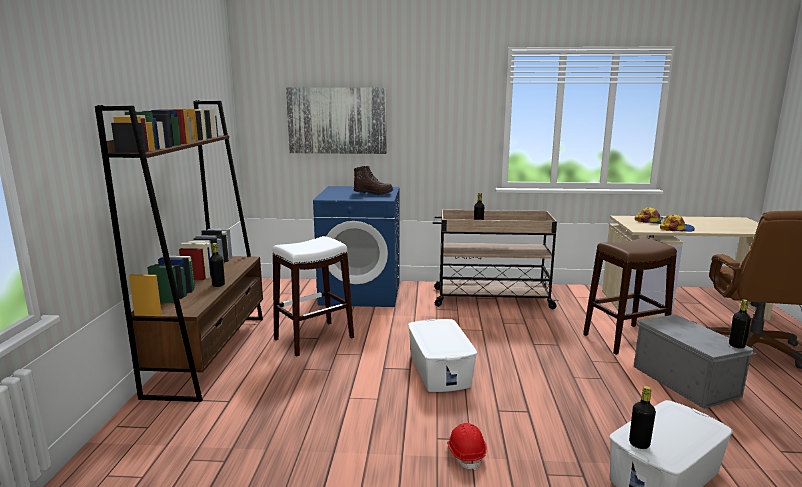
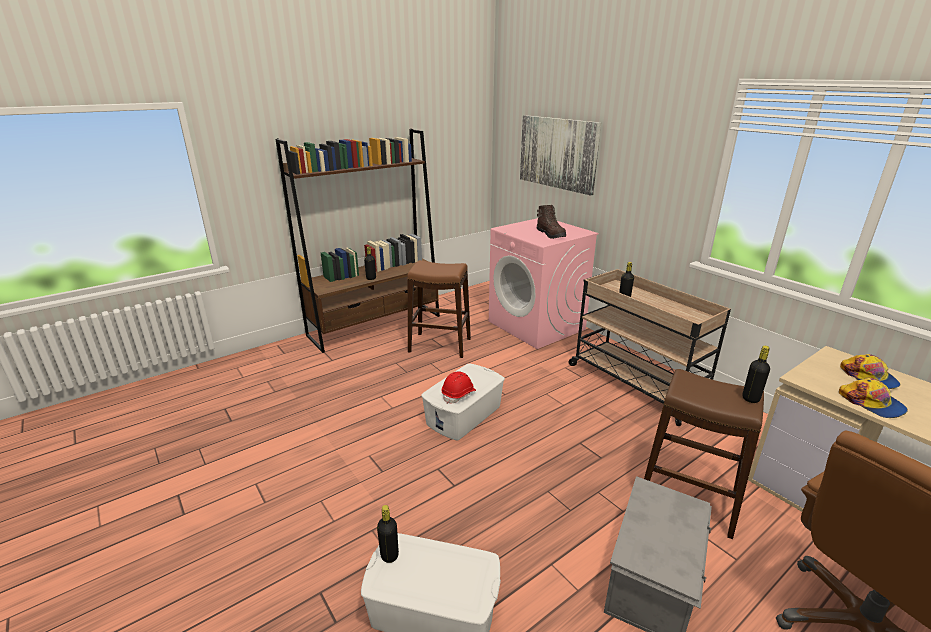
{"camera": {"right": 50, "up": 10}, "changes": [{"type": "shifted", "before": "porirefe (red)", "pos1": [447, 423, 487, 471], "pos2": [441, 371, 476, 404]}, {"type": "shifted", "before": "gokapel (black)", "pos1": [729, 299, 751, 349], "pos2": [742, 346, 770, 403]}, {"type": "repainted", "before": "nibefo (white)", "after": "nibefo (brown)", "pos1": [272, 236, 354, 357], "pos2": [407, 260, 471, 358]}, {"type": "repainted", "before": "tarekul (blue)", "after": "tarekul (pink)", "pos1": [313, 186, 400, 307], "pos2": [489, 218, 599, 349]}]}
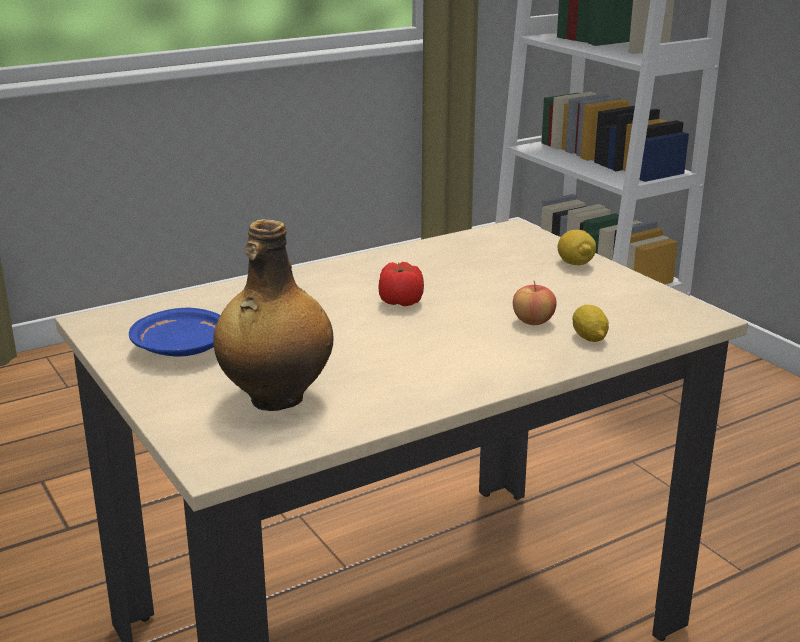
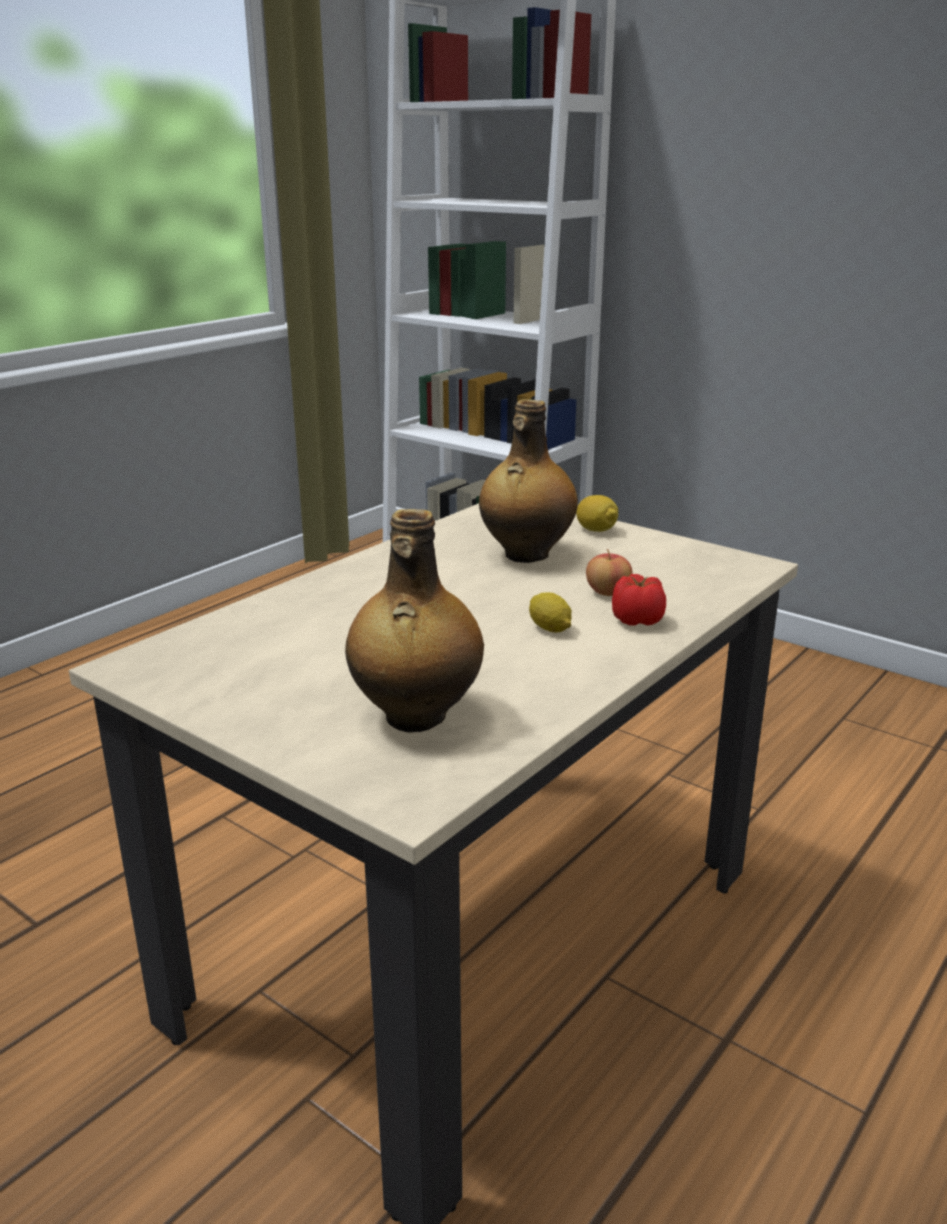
{"camera": {"right": -20, "up": 0}, "changes": [{"type": "gone", "before": "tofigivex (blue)", "pos1": [129, 308, 220, 356]}, {"type": "new", "after": "gokapel", "pos2": [479, 399, 578, 563]}, {"type": "shifted", "before": "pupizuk", "pos1": [378, 262, 424, 306], "pos2": [612, 574, 666, 626]}, {"type": "shifted", "before": "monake", "pos1": [573, 304, 609, 342], "pos2": [529, 592, 571, 632]}]}
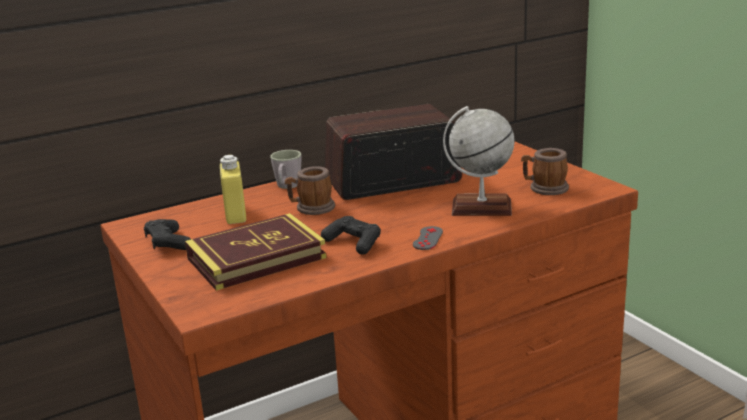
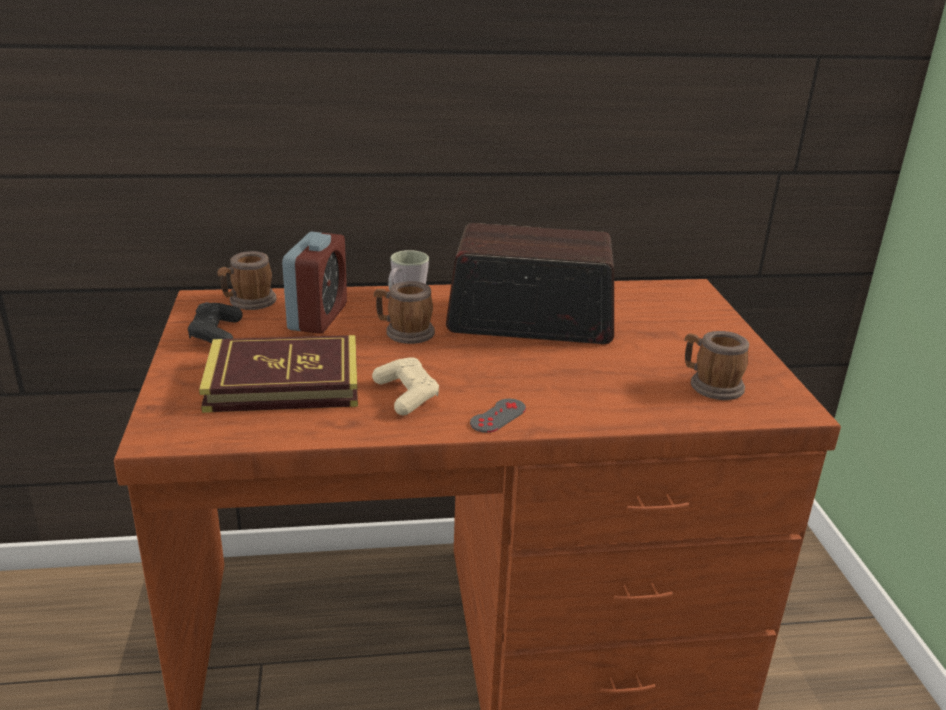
{"camera": {"right": 20, "up": 5}, "changes": [{"type": "gone", "before": "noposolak", "pos1": [443, 106, 515, 216]}, {"type": "new", "after": "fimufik", "pos2": [217, 251, 277, 310]}, {"type": "swapped", "before": "gokapel (yellow)", "after": "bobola", "pos1": [220, 155, 246, 224], "pos2": [282, 232, 347, 334]}, {"type": "repainted", "before": "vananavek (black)", "after": "vananavek (beige)", "pos1": [321, 216, 381, 255], "pos2": [372, 357, 439, 415]}]}
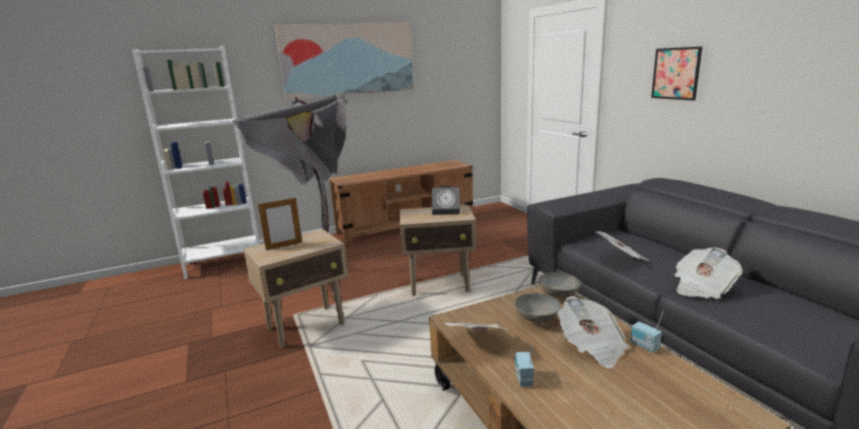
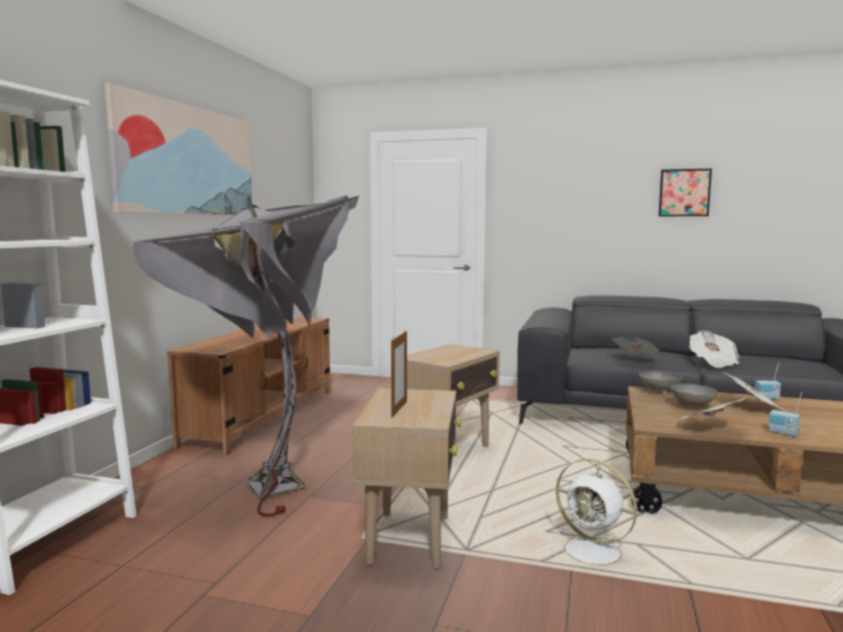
{"camera": {"right": -50, "up": -10}, "changes": [{"type": "gone", "before": "bobola", "pos1": [432, 186, 460, 215]}, {"type": "new", "after": "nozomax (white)", "pos2": [550, 459, 639, 570]}, {"type": "shifted", "before": "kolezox", "pos1": [651, 47, 702, 101], "pos2": [659, 169, 712, 216]}]}
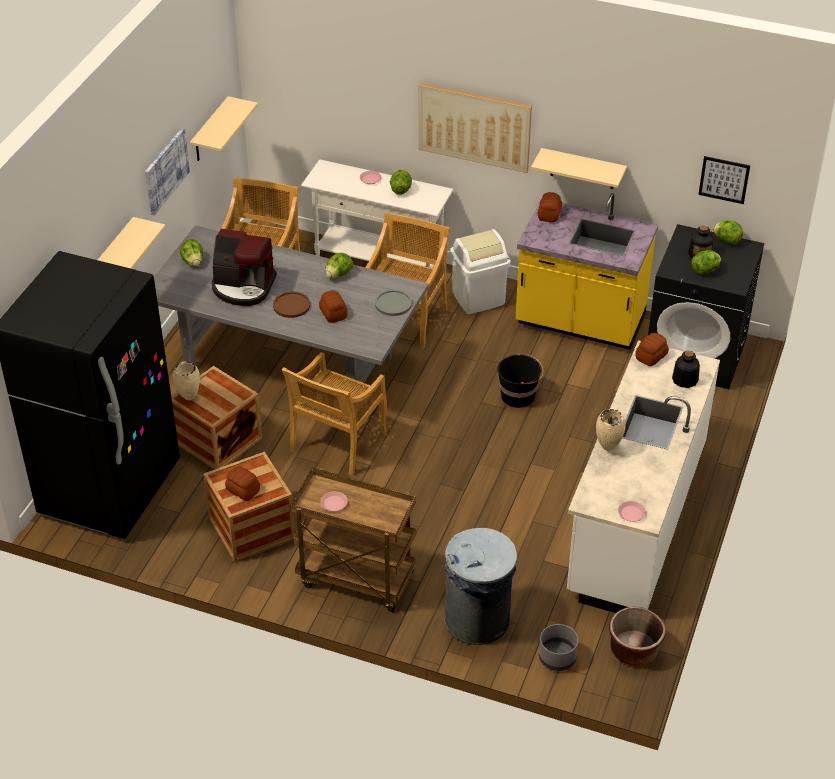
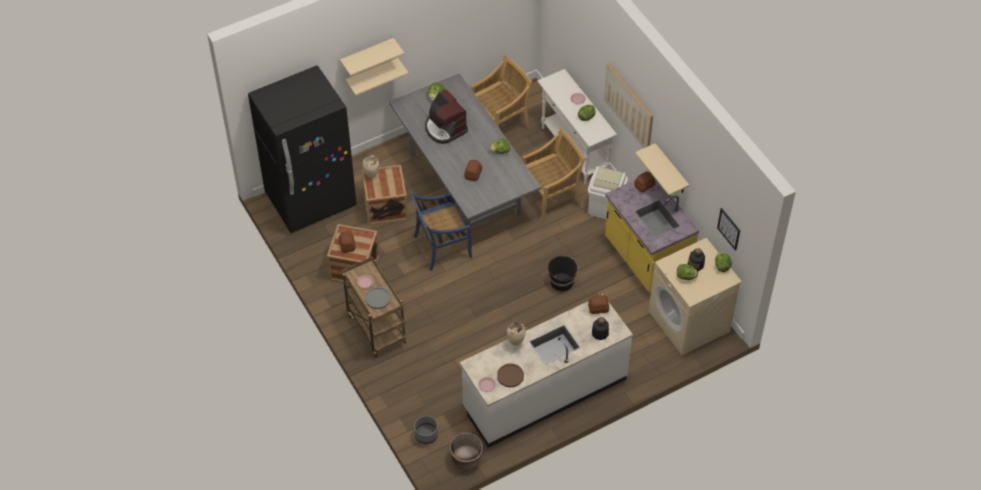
{"camera": {"right": 40, "up": 10}, "changes": [{"type": "gone", "before": "kolezox", "pos1": [145, 128, 190, 215]}, {"type": "gone", "before": "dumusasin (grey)", "pos1": [444, 528, 518, 645]}, {"type": "shifted", "before": "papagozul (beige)", "pos1": [190, 96, 258, 161], "pos2": [340, 38, 404, 76]}, {"type": "shifted", "before": "tofigivex (brown)", "pos1": [273, 291, 310, 318], "pos2": [497, 363, 524, 387]}, {"type": "shifted", "before": "tofigivex (grey)", "pos1": [375, 290, 412, 316], "pos2": [365, 287, 391, 309]}, {"type": "repainted", "before": "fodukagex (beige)", "after": "fodukagex (blue)", "pos1": [282, 352, 387, 475], "pos2": [410, 191, 472, 271]}, {"type": "repainted", "before": "tarekul (black)", "after": "tarekul (beige)", "pos1": [648, 224, 764, 389], "pos2": [649, 238, 742, 355]}]}
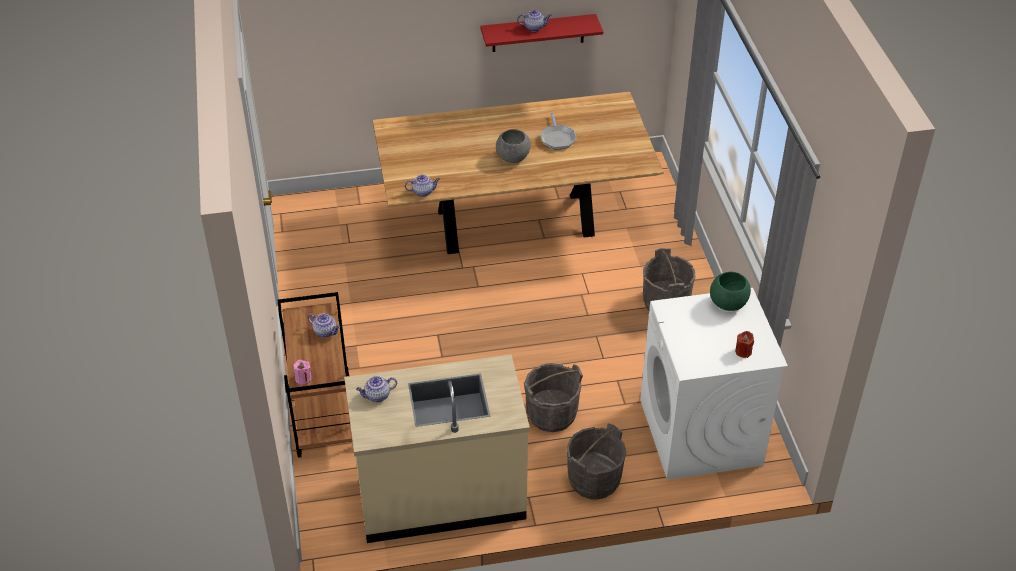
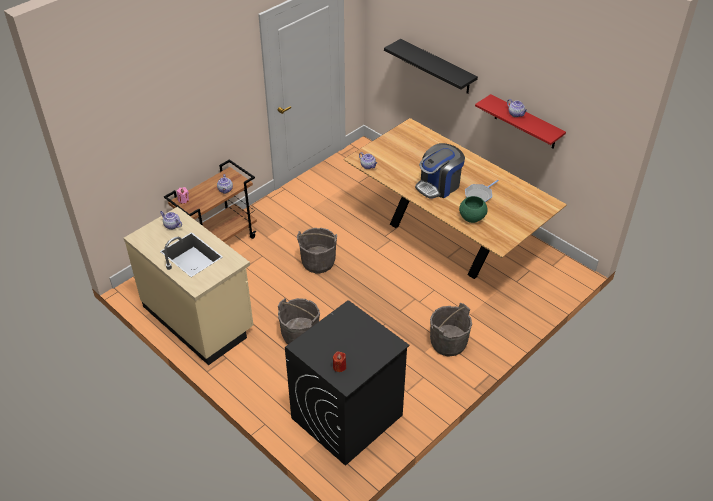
{"camera": {"right": 55, "up": 0}, "changes": [{"type": "new", "after": "papagozul (black)", "pos2": [384, 39, 478, 94]}, {"type": "shifted", "before": "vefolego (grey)", "pos1": [566, 423, 626, 500], "pos2": [297, 228, 337, 273]}, {"type": "shifted", "before": "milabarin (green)", "pos1": [710, 272, 751, 311], "pos2": [459, 196, 488, 223]}, {"type": "swapped", "before": "milabarin (grey)", "after": "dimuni", "pos1": [496, 129, 531, 163], "pos2": [415, 143, 465, 199]}, {"type": "repainted", "before": "tarekul (white)", "after": "tarekul (black)", "pos1": [640, 288, 788, 480], "pos2": [285, 300, 410, 466]}]}
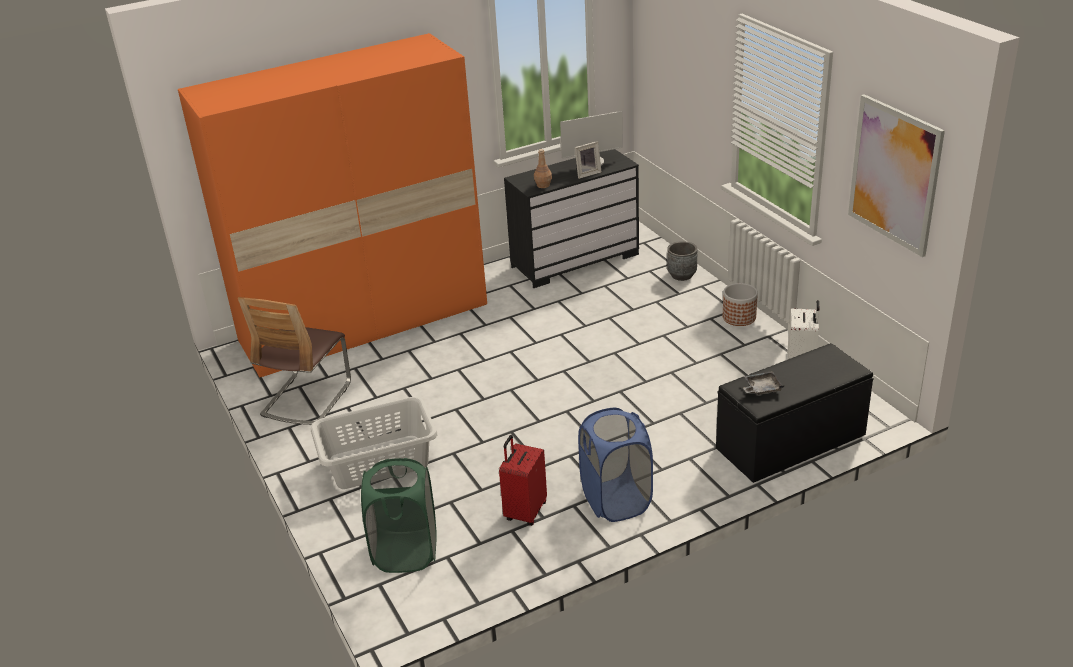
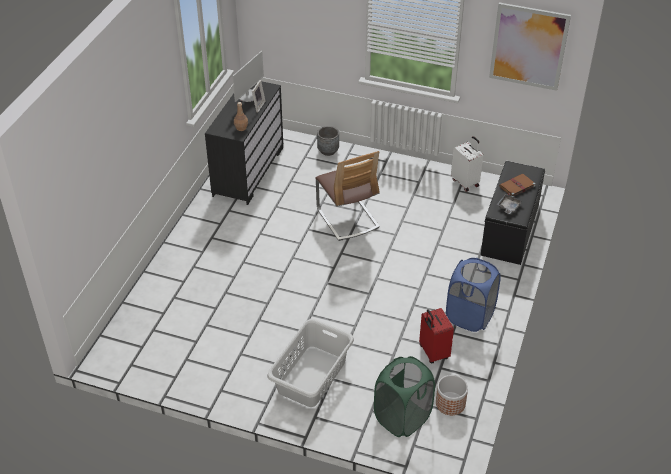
{"camera": {"right": -45, "up": 10}, "changes": [{"type": "gone", "before": "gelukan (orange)", "pos1": [178, 33, 487, 378]}, {"type": "new", "after": "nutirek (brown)", "pos2": [499, 174, 536, 197]}, {"type": "shifted", "before": "fodukagex", "pos1": [238, 297, 351, 425], "pos2": [315, 151, 380, 241]}, {"type": "shifted", "before": "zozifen", "pos1": [723, 283, 758, 326], "pos2": [436, 375, 468, 415]}]}
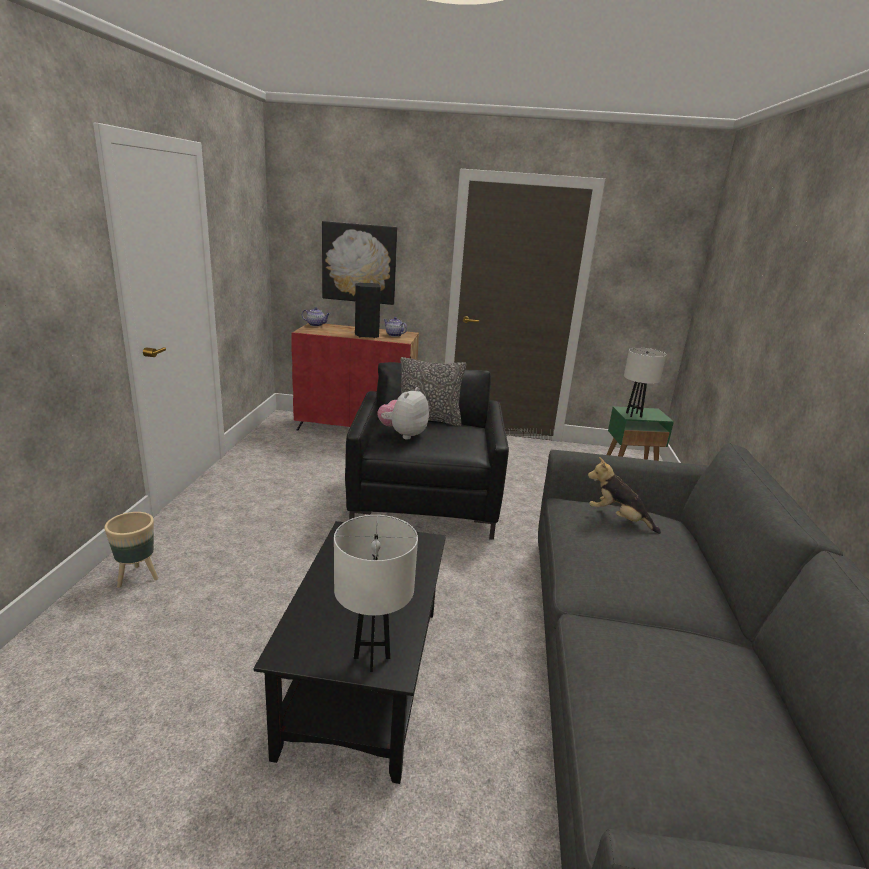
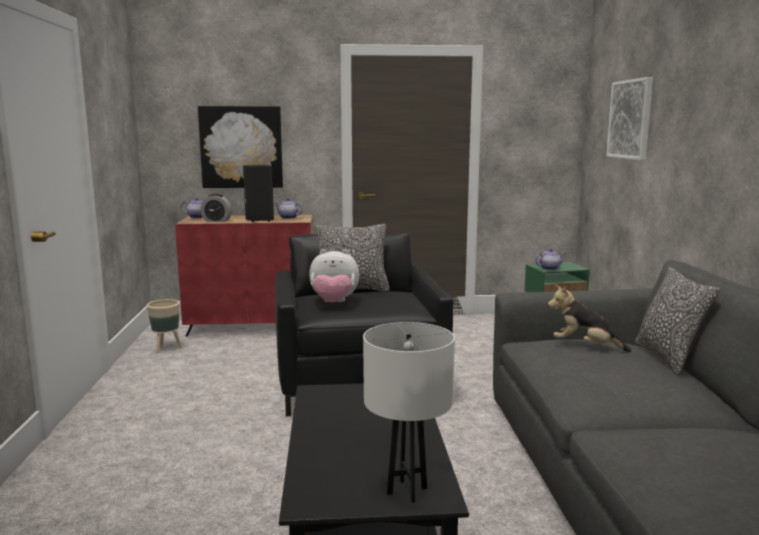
{"camera": {"right": -10, "up": -10}, "changes": [{"type": "new", "after": "bobola", "pos2": [200, 194, 232, 222]}, {"type": "new", "after": "kolezox", "pos2": [606, 77, 653, 160]}, {"type": "new", "after": "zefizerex", "pos2": [635, 267, 720, 375]}, {"type": "shifted", "before": "zozifen (beige)", "pos1": [104, 512, 159, 588], "pos2": [147, 299, 182, 353]}, {"type": "swapped", "before": "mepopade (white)", "after": "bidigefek", "pos1": [624, 347, 666, 418], "pos2": [535, 249, 565, 270]}, {"type": "rotated", "before": "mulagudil", "pos1": [377, 387, 429, 440], "pos2": [309, 249, 359, 302], "turn": -105}]}
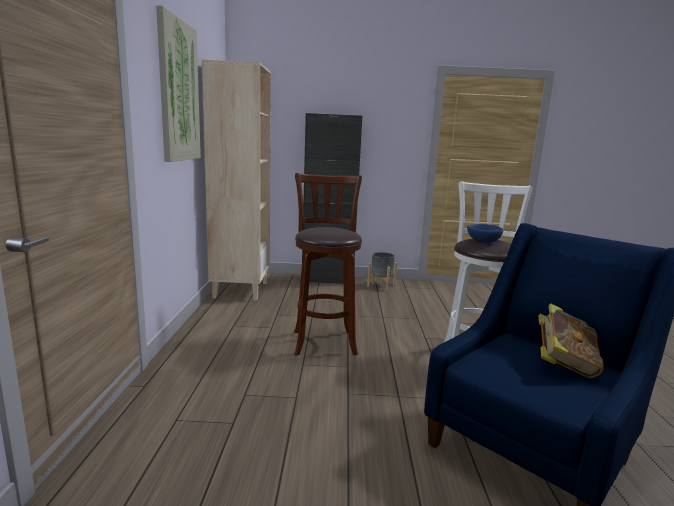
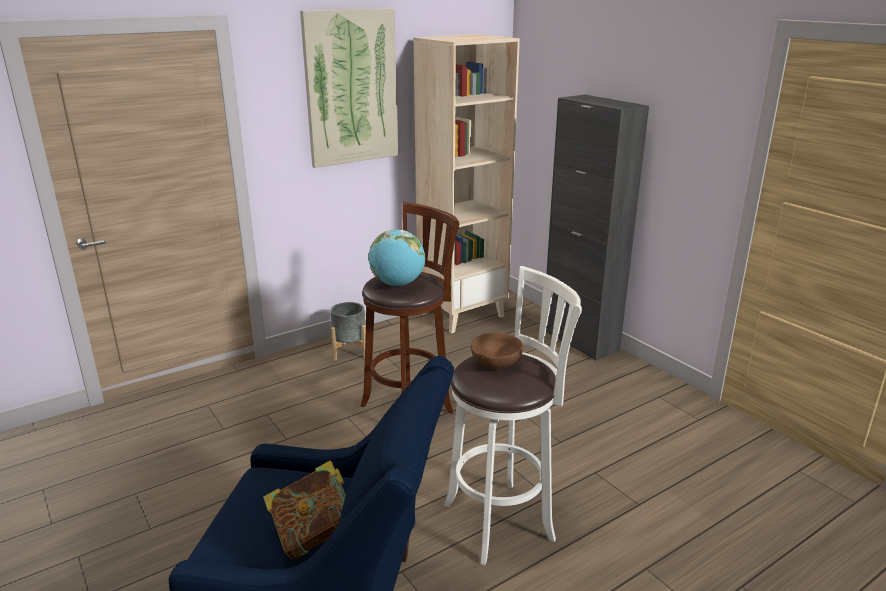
{"camera": {"right": 55, "up": 10}, "changes": [{"type": "new", "after": "noposolak", "pos2": [368, 229, 425, 286]}, {"type": "shifted", "before": "zozifen (grey)", "pos1": [367, 252, 397, 291], "pos2": [330, 302, 366, 361]}, {"type": "repainted", "before": "milabarin (blue)", "after": "milabarin (brown)", "pos1": [467, 224, 503, 243], "pos2": [471, 333, 523, 370]}]}
